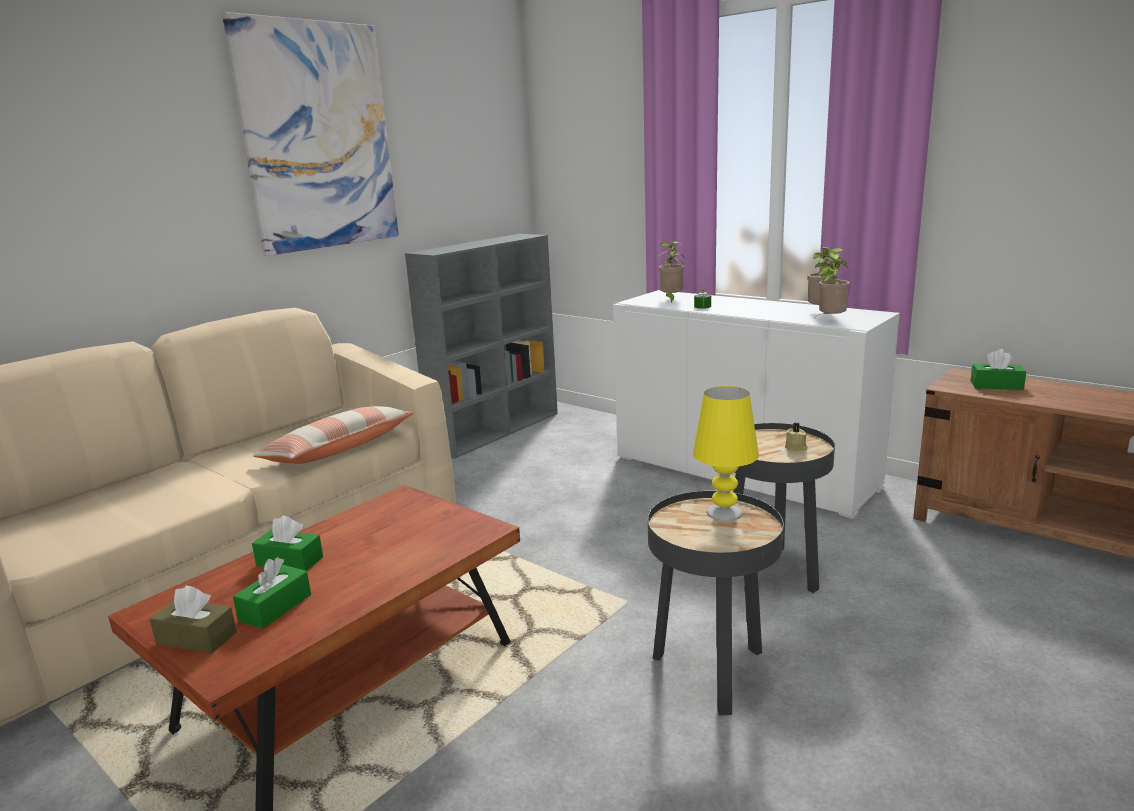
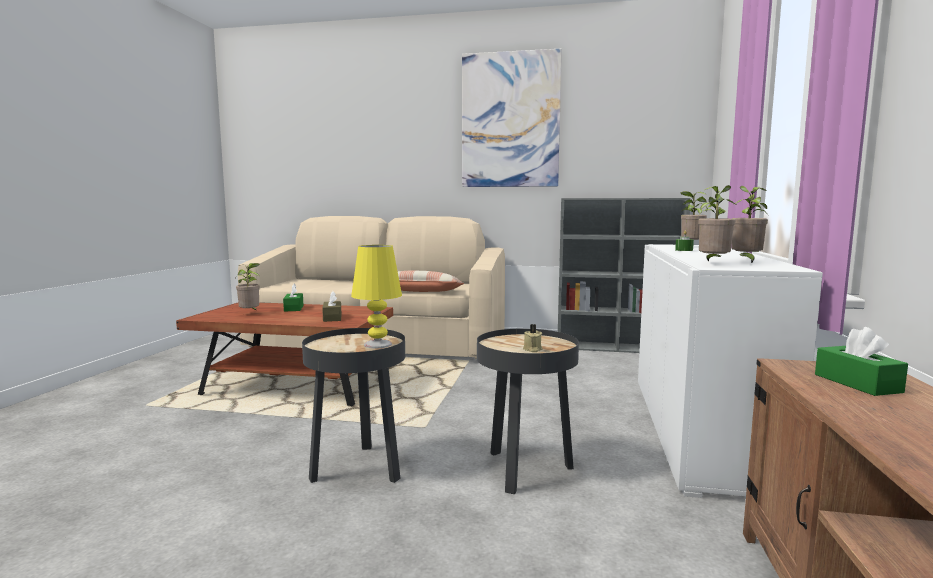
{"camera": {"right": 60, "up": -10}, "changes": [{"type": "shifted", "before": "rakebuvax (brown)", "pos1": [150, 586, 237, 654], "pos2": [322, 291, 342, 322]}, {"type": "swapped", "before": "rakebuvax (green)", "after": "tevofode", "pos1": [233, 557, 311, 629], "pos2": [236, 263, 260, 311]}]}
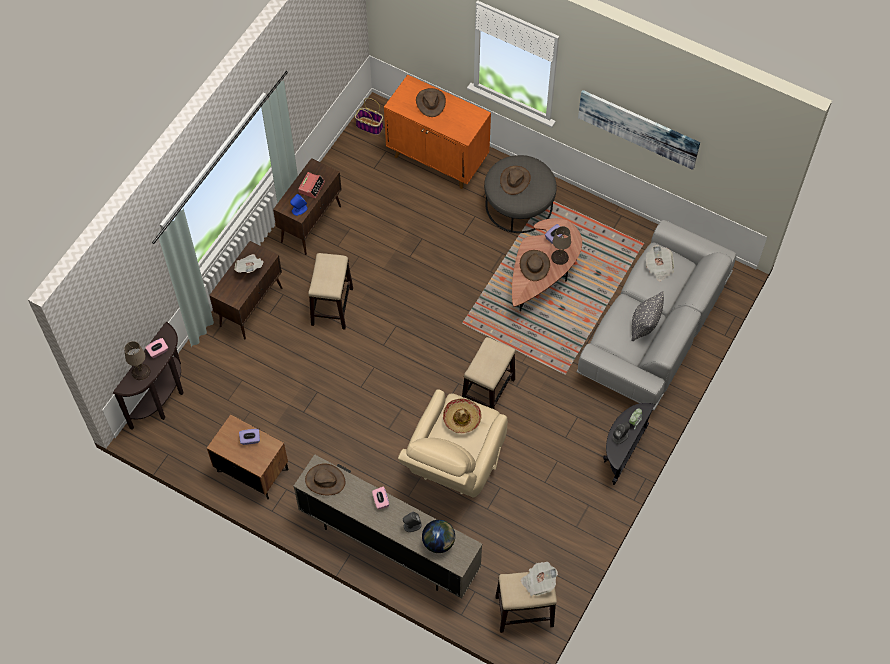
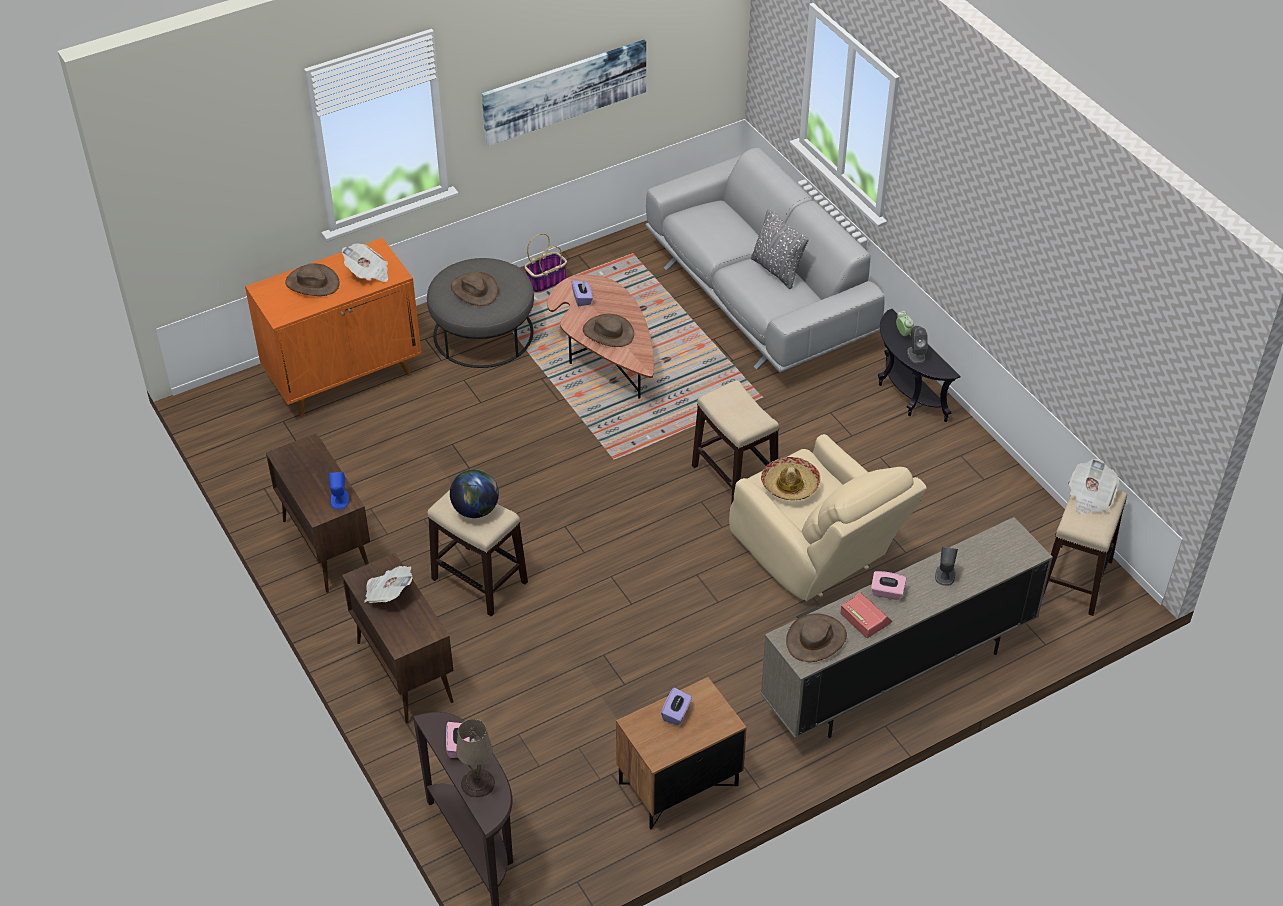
{"camera": {"right": -60, "up": -15}, "changes": [{"type": "gone", "before": "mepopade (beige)", "pos1": [551, 226, 571, 265]}, {"type": "shifted", "before": "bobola", "pos1": [298, 172, 325, 199], "pos2": [840, 592, 892, 638]}, {"type": "shifted", "before": "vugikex", "pos1": [355, 98, 383, 135], "pos2": [525, 233, 567, 293]}, {"type": "shifted", "before": "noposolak", "pos1": [422, 520, 455, 553], "pos2": [450, 469, 499, 518]}, {"type": "shifted", "before": "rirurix", "pos1": [646, 245, 674, 281], "pos2": [342, 243, 388, 282]}]}
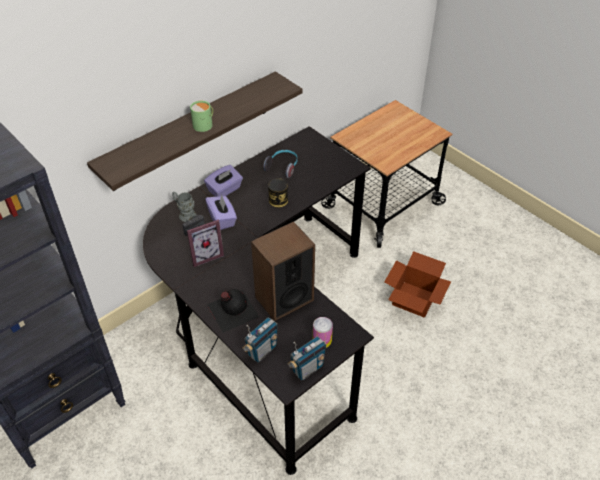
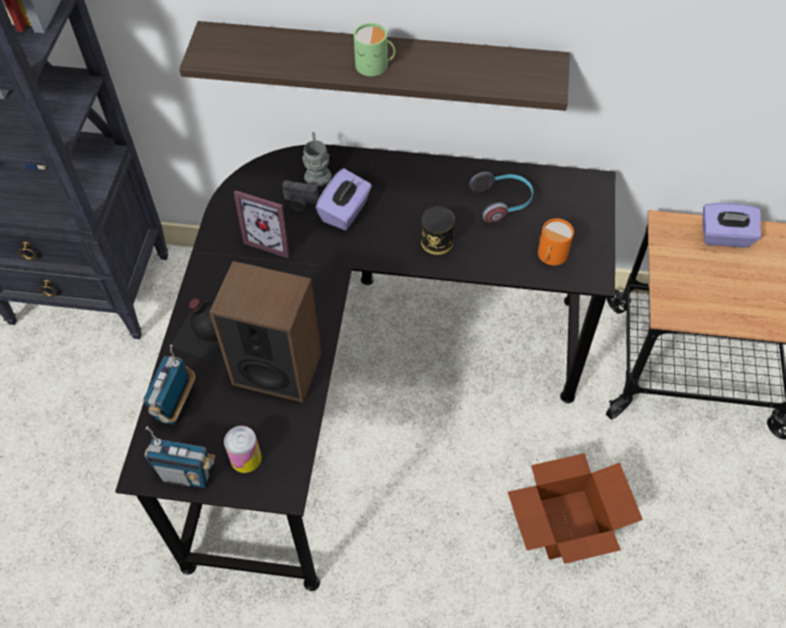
{"camera": {"right": 50, "up": 10}, "changes": [{"type": "new", "after": "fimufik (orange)", "pos2": [538, 218, 574, 265]}, {"type": "shifted", "before": "rakebuvax (purple)", "pos1": [204, 165, 243, 197], "pos2": [702, 203, 761, 247]}, {"type": "rotated", "before": "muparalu", "pos1": [242, 317, 278, 362], "pos2": [143, 345, 195, 425], "turn": 105}]}
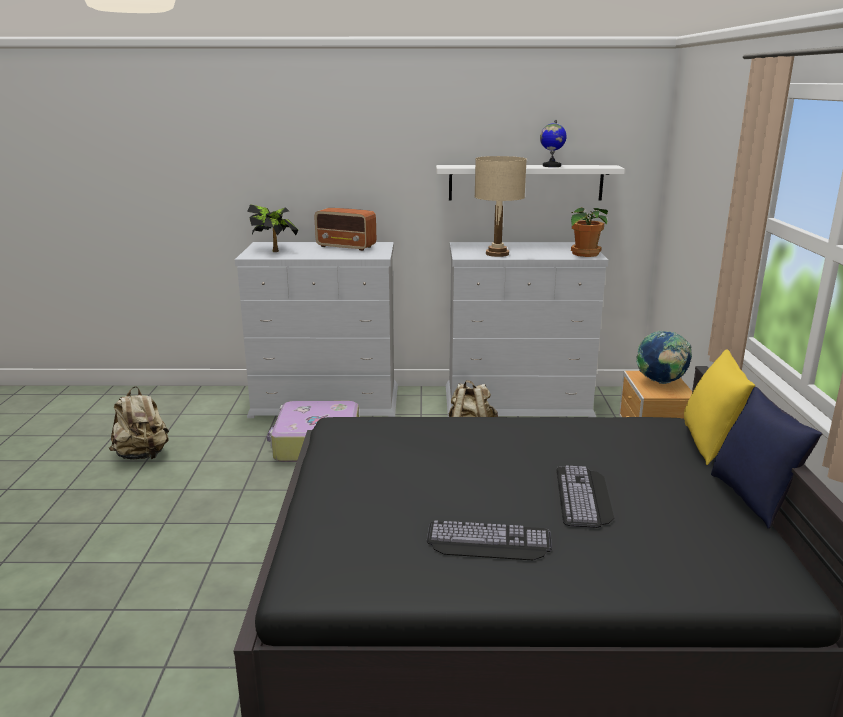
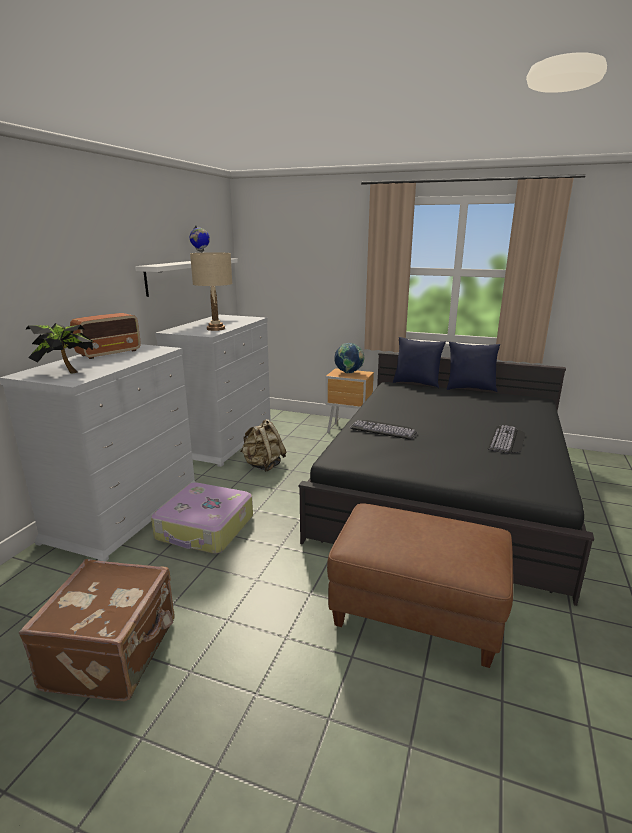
{"camera": {"right": -70, "up": 0}, "changes": [{"type": "gone", "before": "tevofode", "pos1": [571, 207, 608, 257]}, {"type": "new", "after": "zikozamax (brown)", "pos2": [327, 503, 513, 668]}, {"type": "shifted", "before": "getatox", "pos1": [556, 465, 614, 528], "pos2": [350, 420, 417, 439]}, {"type": "swapped", "before": "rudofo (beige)", "after": "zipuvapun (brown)", "pos1": [109, 386, 169, 460], "pos2": [19, 559, 175, 701]}, {"type": "repainted", "before": "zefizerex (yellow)", "after": "zefizerex (blue)", "pos1": [684, 349, 755, 465], "pos2": [393, 337, 446, 388]}]}
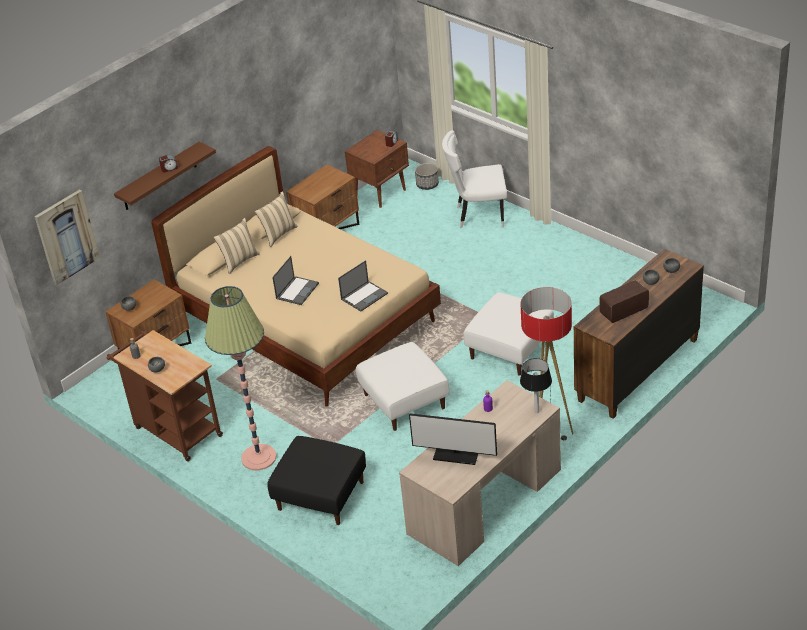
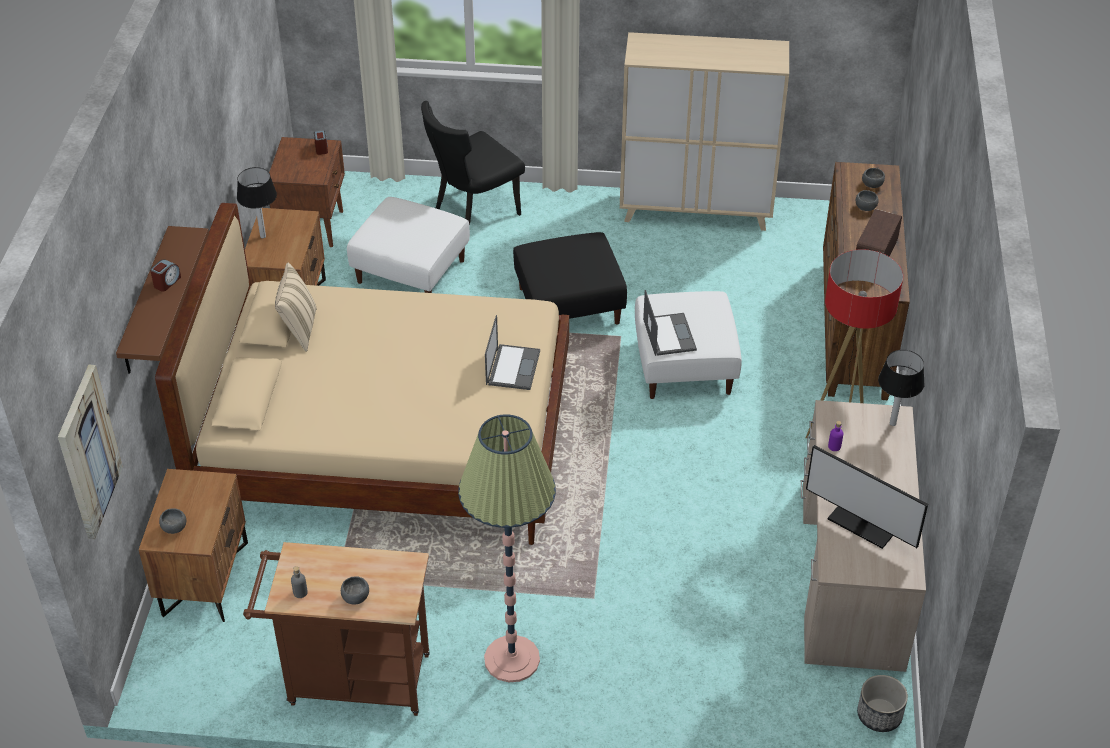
{"camera": {"right": -40, "up": 5}, "changes": [{"type": "gone", "before": "zefizerex (beige)", "pos1": [213, 218, 260, 274]}, {"type": "new", "after": "mepopade", "pos2": [237, 167, 277, 238]}, {"type": "new", "after": "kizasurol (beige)", "pos2": [620, 32, 789, 231]}, {"type": "shifted", "before": "zikozamax (black)", "pos1": [267, 436, 366, 525], "pos2": [513, 232, 627, 325]}, {"type": "shifted", "before": "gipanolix", "pos1": [272, 256, 319, 305], "pos2": [643, 290, 697, 356]}, {"type": "shifted", "before": "zikozamax (white)", "pos1": [356, 342, 449, 431], "pos2": [347, 197, 470, 293]}, {"type": "shifted", "before": "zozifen", "pos1": [415, 163, 439, 190], "pos2": [857, 675, 908, 732]}, {"type": "repainted", "before": "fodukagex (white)", "after": "fodukagex (black)", "pos1": [442, 130, 507, 228], "pos2": [421, 101, 525, 226]}, {"type": "rotated", "before": "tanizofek", "pos1": [409, 413, 497, 465], "pos2": [806, 445, 928, 549], "turn": 60}]}
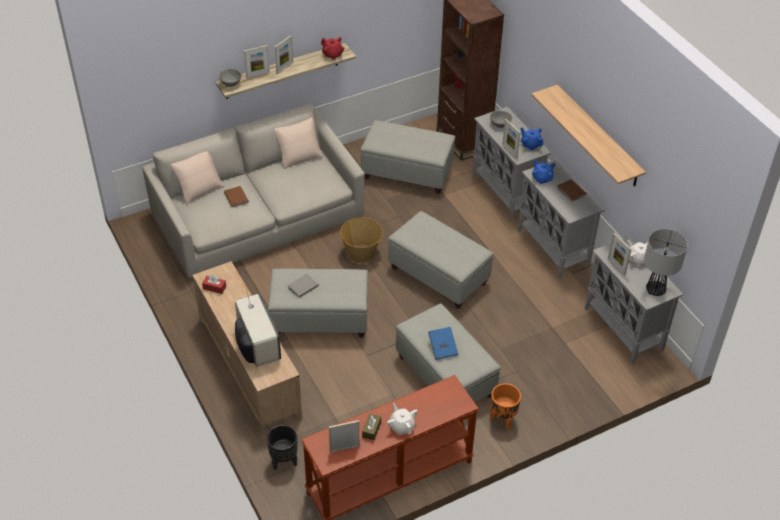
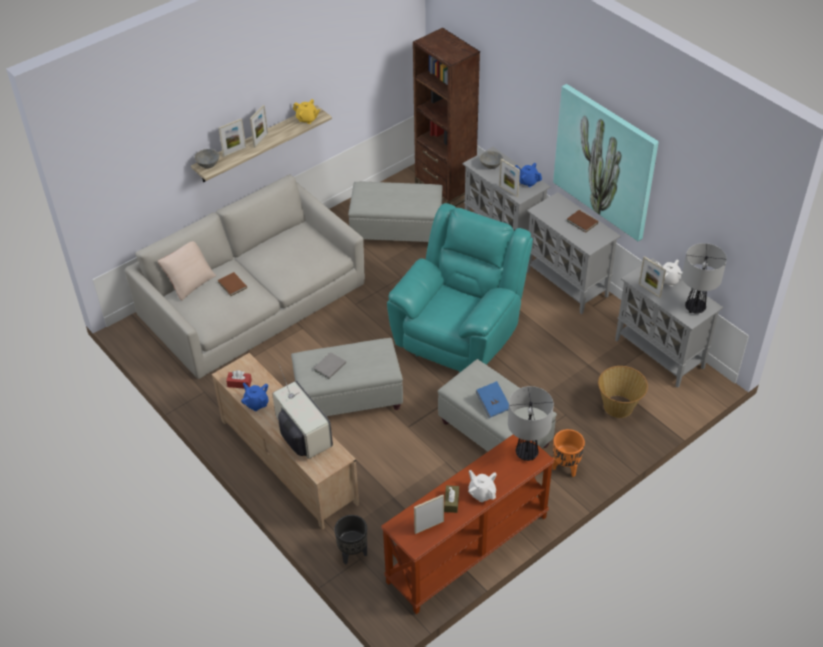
{"camera": {"right": -10, "up": 0}, "changes": [{"type": "gone", "before": "zefizerex (beige)", "pos1": [275, 117, 323, 169]}, {"type": "new", "after": "mepopade", "pos2": [508, 386, 554, 461]}, {"type": "shifted", "before": "vugikex", "pos1": [340, 217, 383, 263], "pos2": [598, 366, 648, 418]}, {"type": "shifted", "before": "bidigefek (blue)", "pos1": [532, 159, 555, 184], "pos2": [241, 383, 269, 411]}, {"type": "swapped", "before": "zikozamax (grey)", "after": "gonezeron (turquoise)", "pos1": [388, 211, 494, 309], "pos2": [387, 203, 533, 373]}, {"type": "swapped", "before": "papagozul", "after": "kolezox", "pos1": [531, 85, 646, 187], "pos2": [553, 84, 659, 241]}, {"type": "repainted", "before": "bidigefek (red)", "after": "bidigefek (yellow)", "pos1": [321, 37, 345, 60], "pos2": [293, 99, 320, 124]}]}
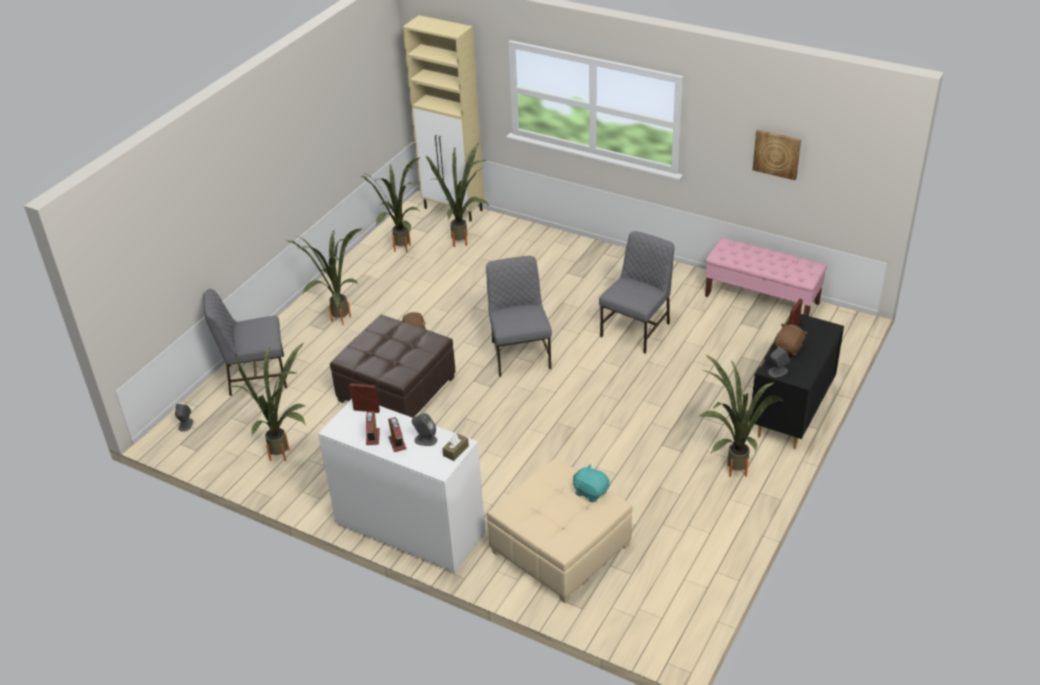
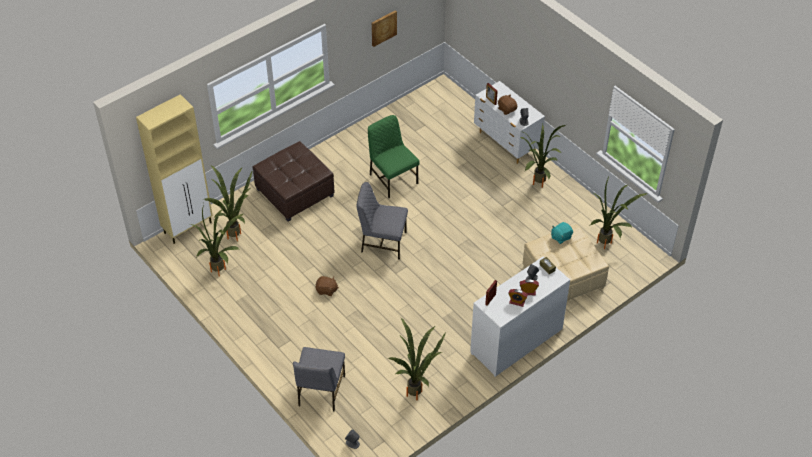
{"camera": {"right": -70, "up": 10}, "changes": [{"type": "gone", "before": "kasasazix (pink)", "pos1": [705, 238, 827, 316]}, {"type": "shifted", "before": "tevofode", "pos1": [285, 229, 362, 325], "pos2": [590, 177, 648, 249]}, {"type": "shifted", "before": "zikozamax (brown)", "pos1": [330, 315, 455, 418], "pos2": [253, 141, 334, 222]}, {"type": "repainted", "before": "fodukagex (grey)", "after": "fodukagex (green)", "pos1": [599, 231, 675, 354], "pos2": [368, 115, 419, 198]}, {"type": "repainted", "before": "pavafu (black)", "after": "pavafu (white)", "pos1": [749, 314, 844, 449], "pos2": [474, 81, 545, 164]}]}
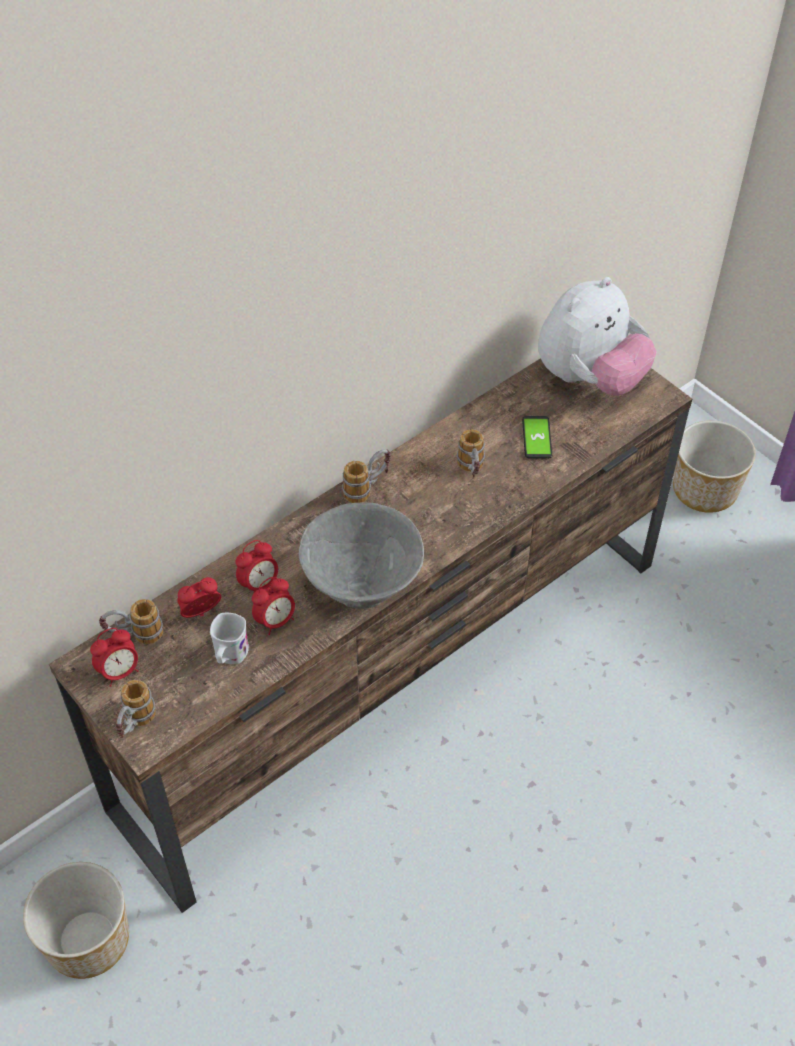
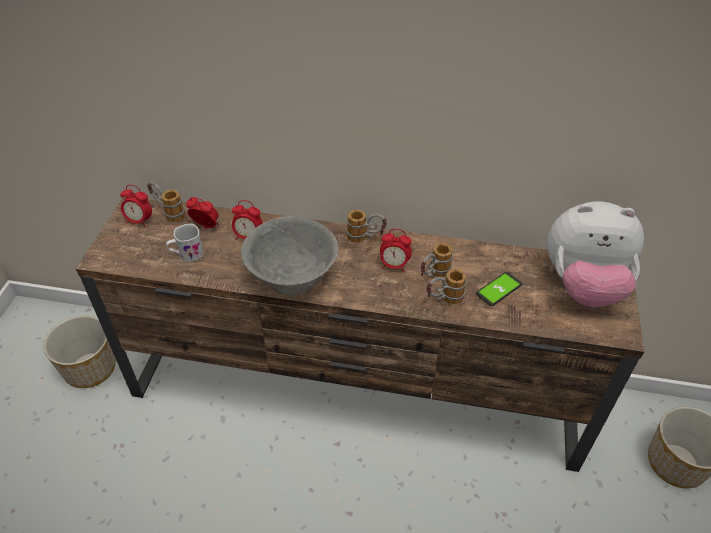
{"camera": {"right": 50, "up": -5}, "changes": [{"type": "shifted", "before": "fimufik", "pos1": [115, 680, 156, 738], "pos2": [426, 269, 467, 304]}, {"type": "shifted", "before": "bobola", "pos1": [252, 577, 295, 635], "pos2": [380, 229, 412, 272]}]}
